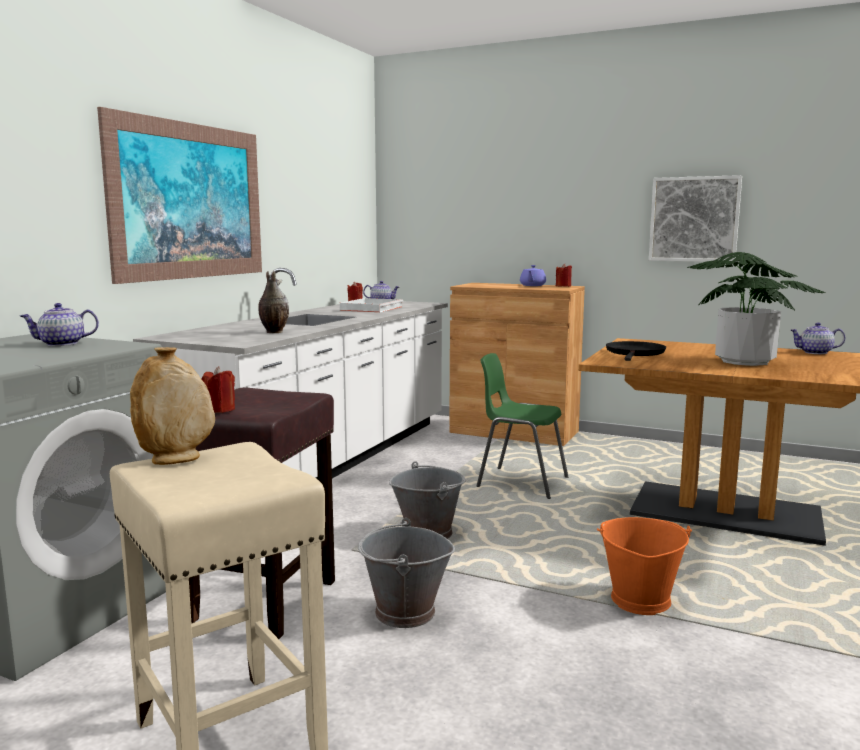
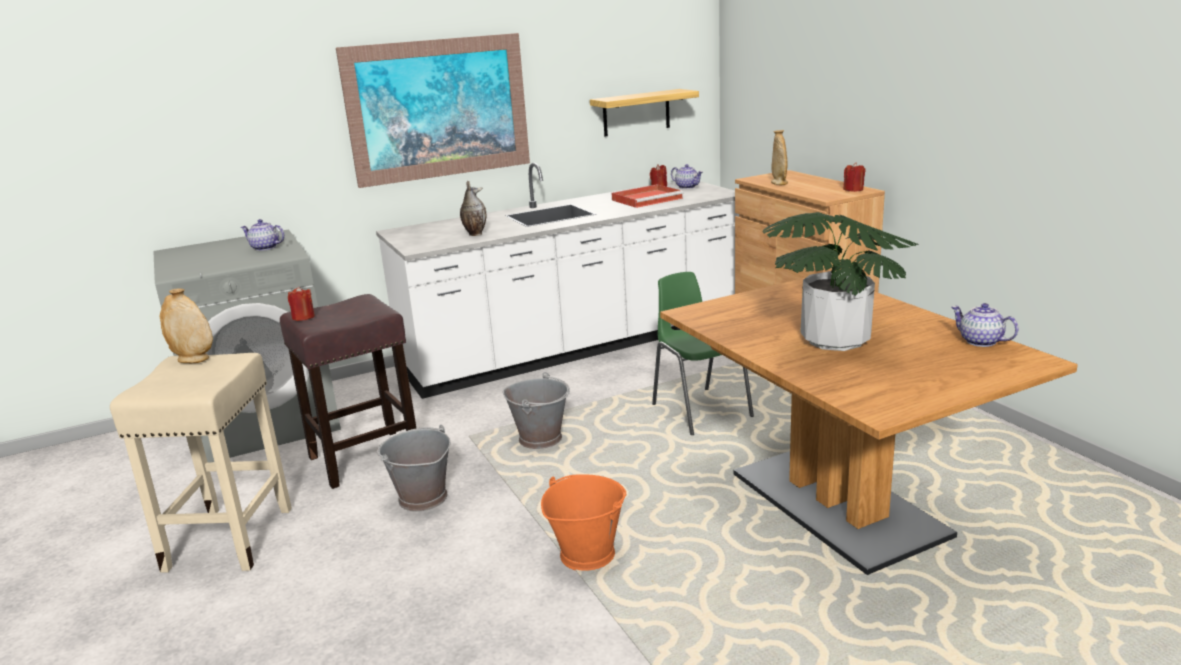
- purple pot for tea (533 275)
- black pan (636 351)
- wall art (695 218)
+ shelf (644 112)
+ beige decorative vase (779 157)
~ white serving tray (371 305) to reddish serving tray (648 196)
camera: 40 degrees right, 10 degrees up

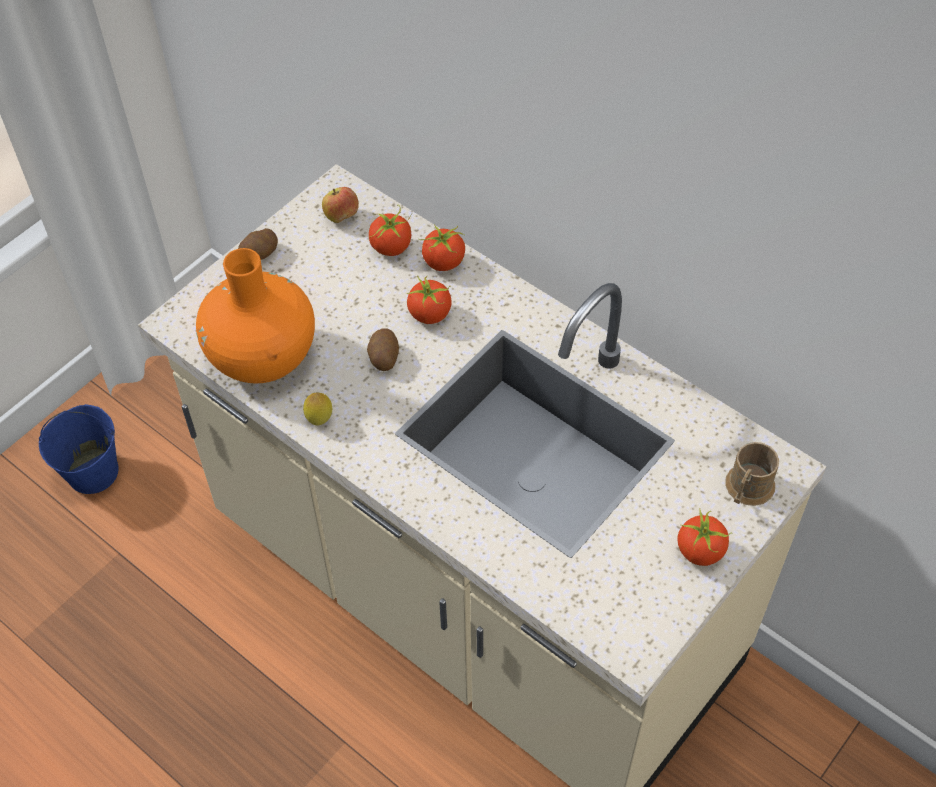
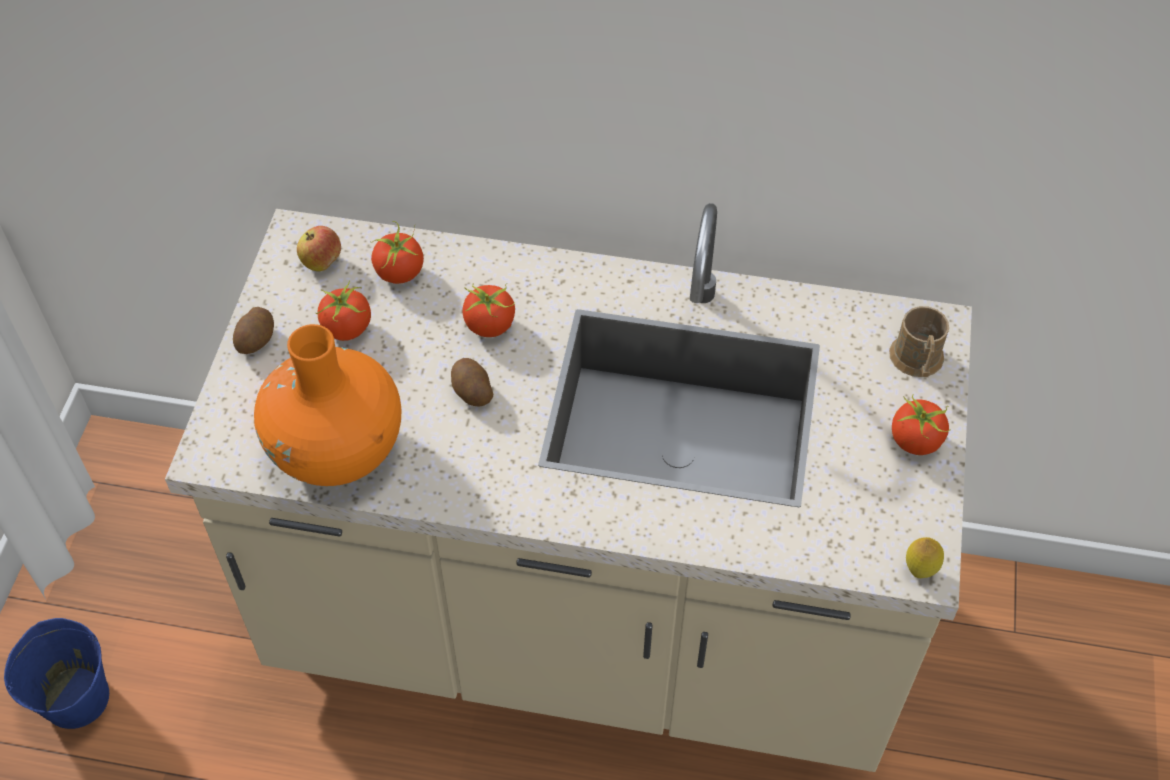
~ citrus fruit (317 409) to (925 557)
~ fresh tomato (441 247) to (343 310)
camera: 30 degrees left, 0 degrees up

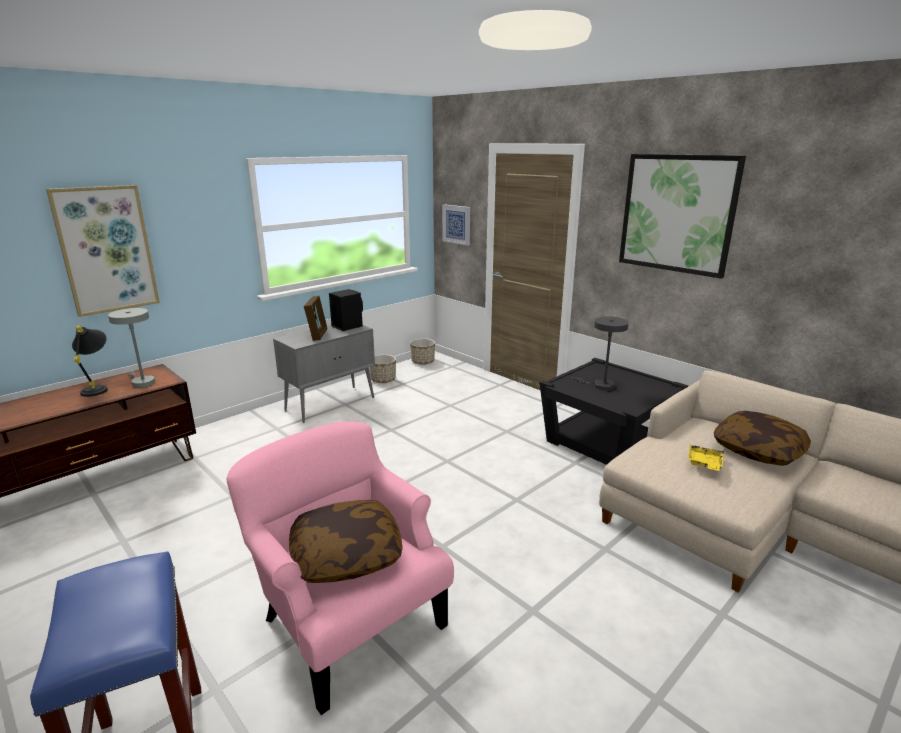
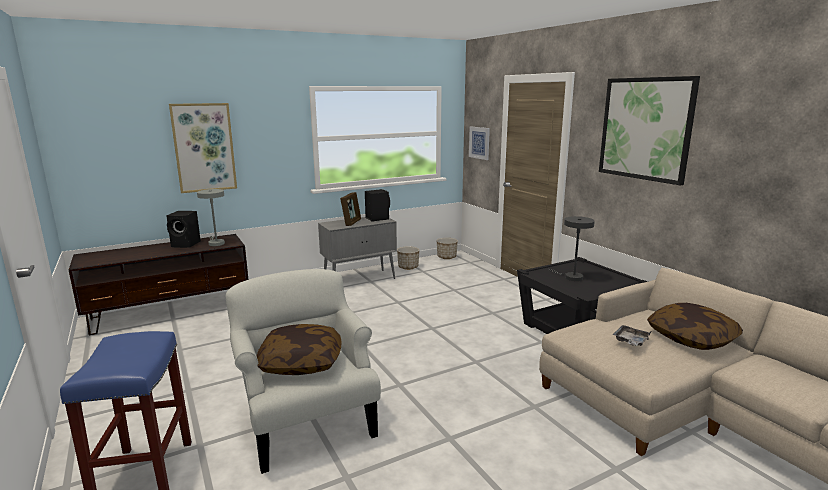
~ black tabletop lamp (90 361) to black loudspeaker (183 229)
~ pink-coloured easy chair (340 568) to white easy chair (303 371)
~ yellowish serving tray (706 458) to gray serving tray (631 335)
camera: 15 degrees right, 5 degrees down

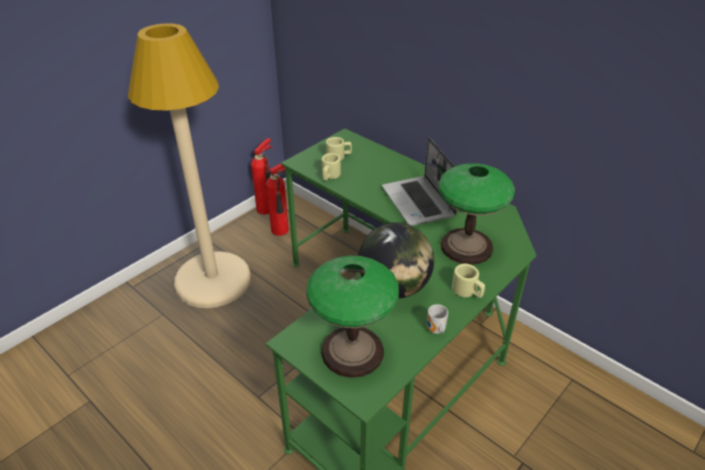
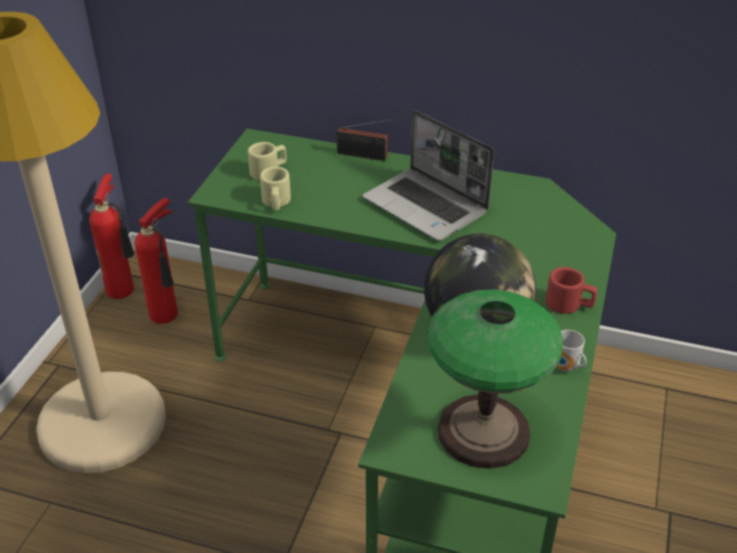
- tabletop lamp (476 214)
+ radio receiver (365 140)
~ beige coffee mug (468 281) to reddish coffee mug (571 290)
camera: 25 degrees left, 0 degrees up

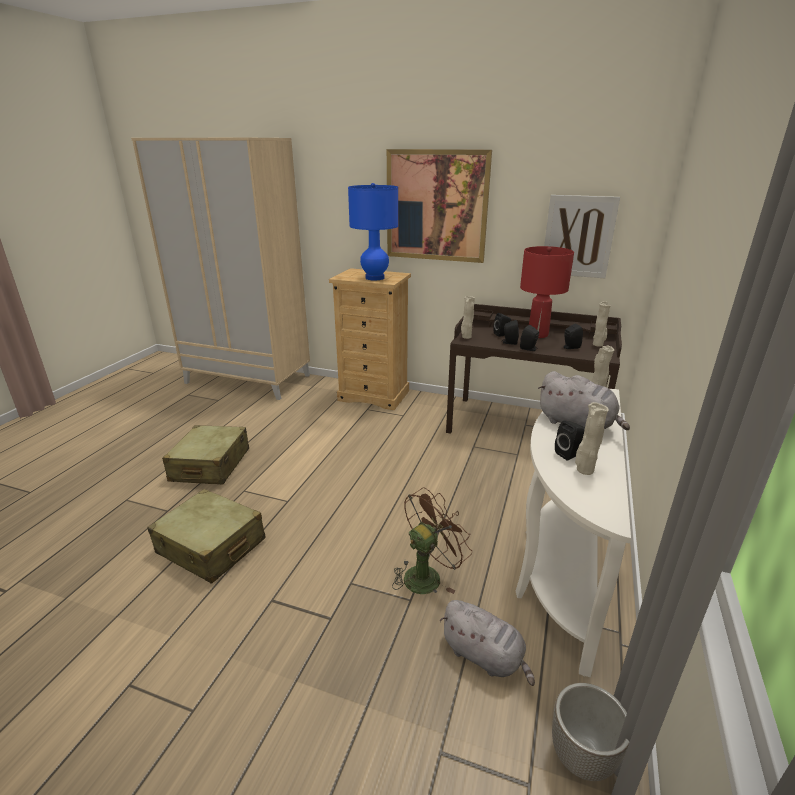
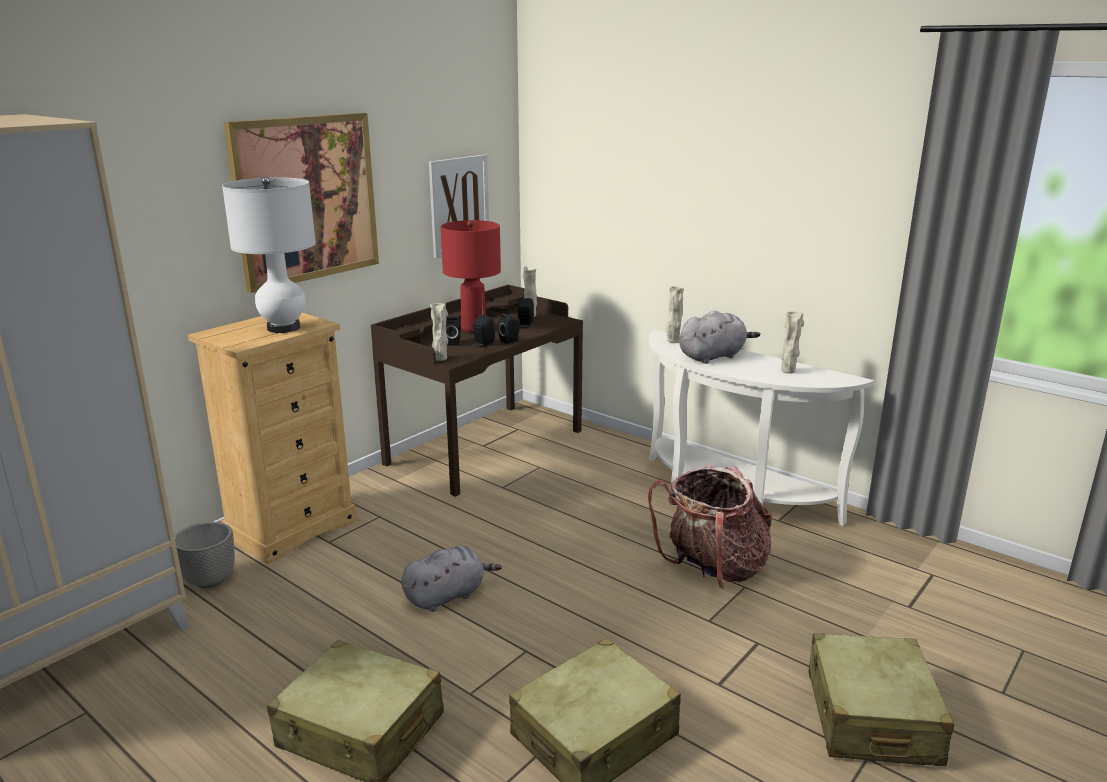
- black loudspeaker (570 441)
+ beige piece of luggage (882 699)
~ gray soft toy (487 643) to (451 579)
~ planter (590 732) to (204 555)
~ brown-coloured fan (432 540) to backpack (710 527)
~ bluish tabletop lamp (373 232) to white tabletop lamp (269 255)
camera: 70 degrees left, 5 degrees down

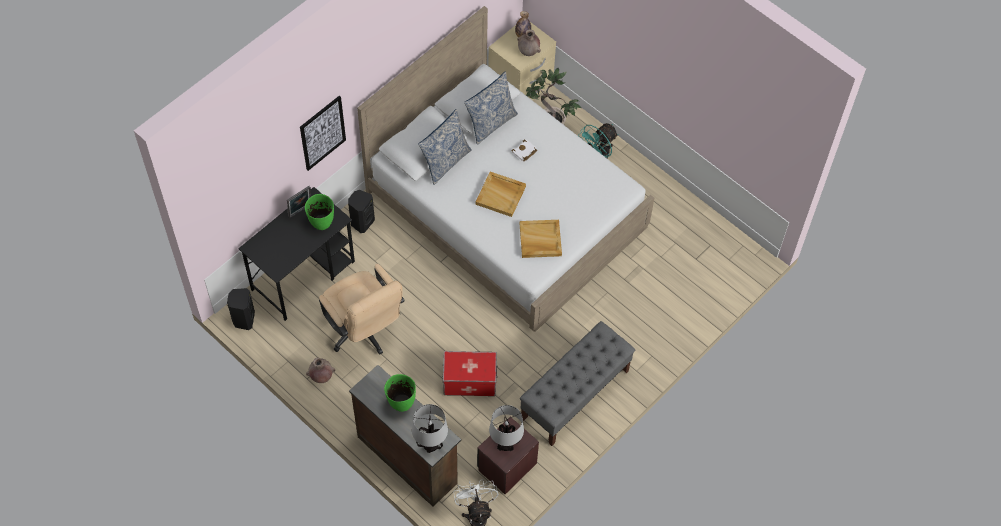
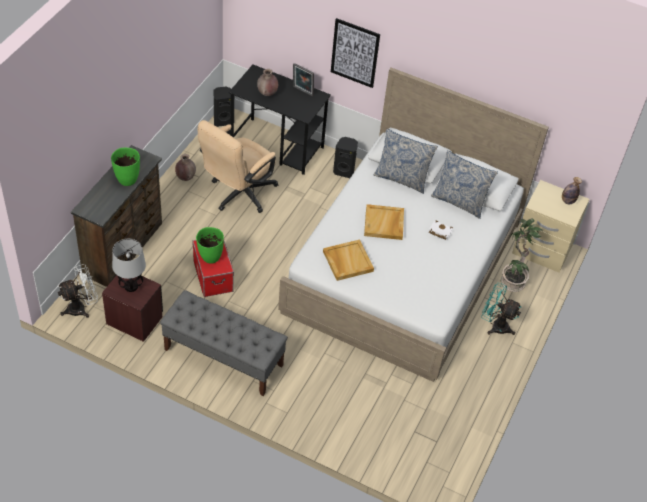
- tabletop lamp (430 428)
~ green-coloured decorative vase (319 212) to (210 245)
~ brown-coloured decorative vase (529 42) to (267 82)
camera: 70 degrees right, 10 degrees down

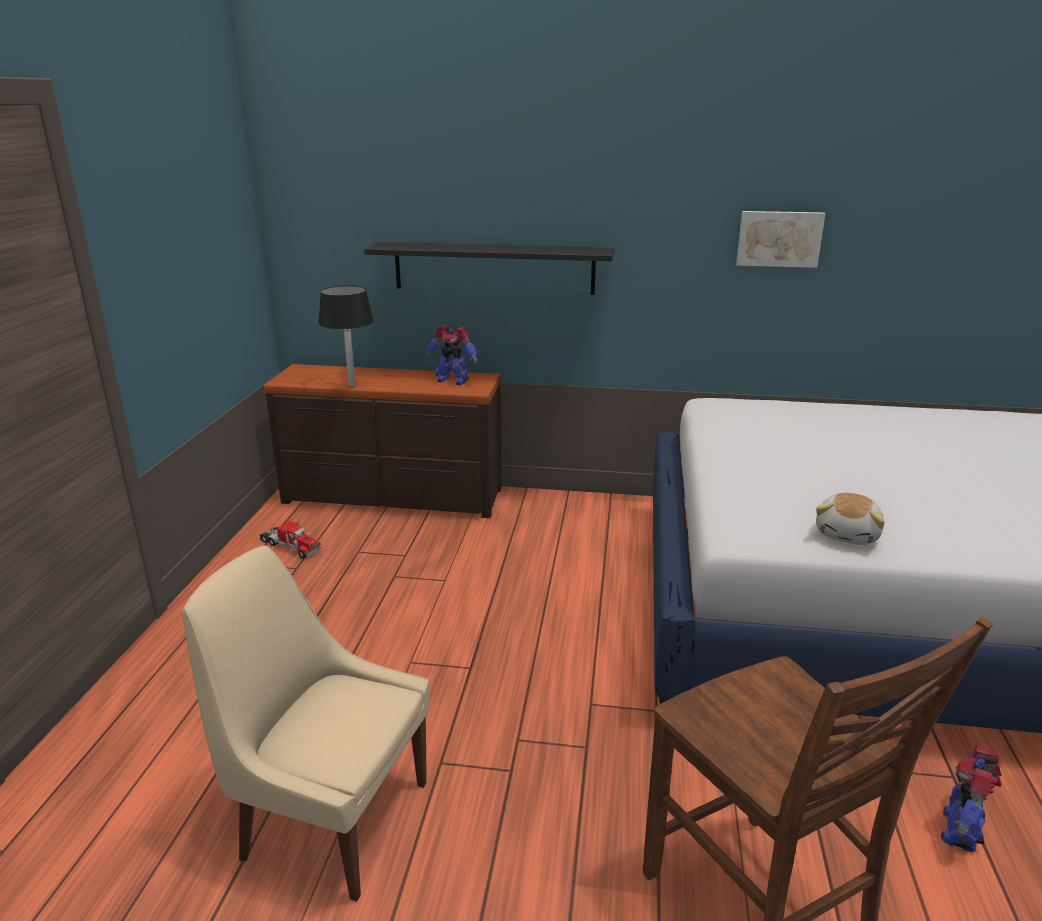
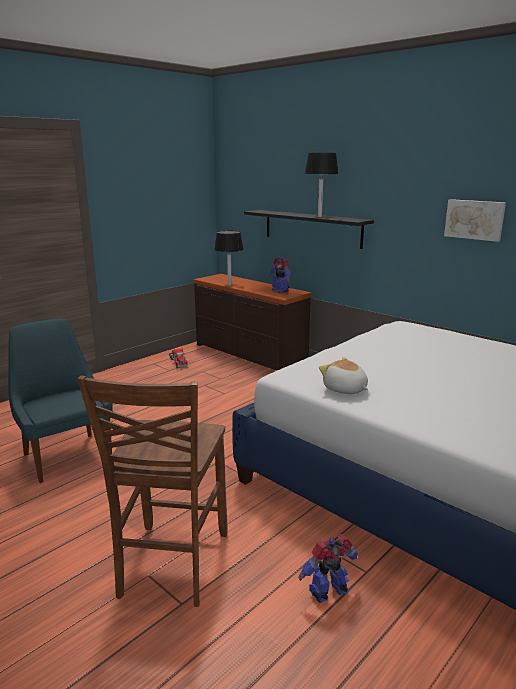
+ black tabletop lamp (321 185)
~ beige upright chair (305 723) to bluish upright chair (60 400)
~ soft toy (850 519) = (343 375) 75 degrees clockwise
camera: 35 degrees right, 5 degrees down

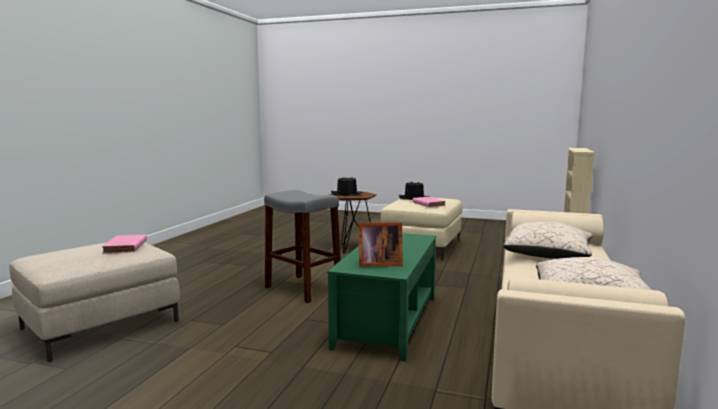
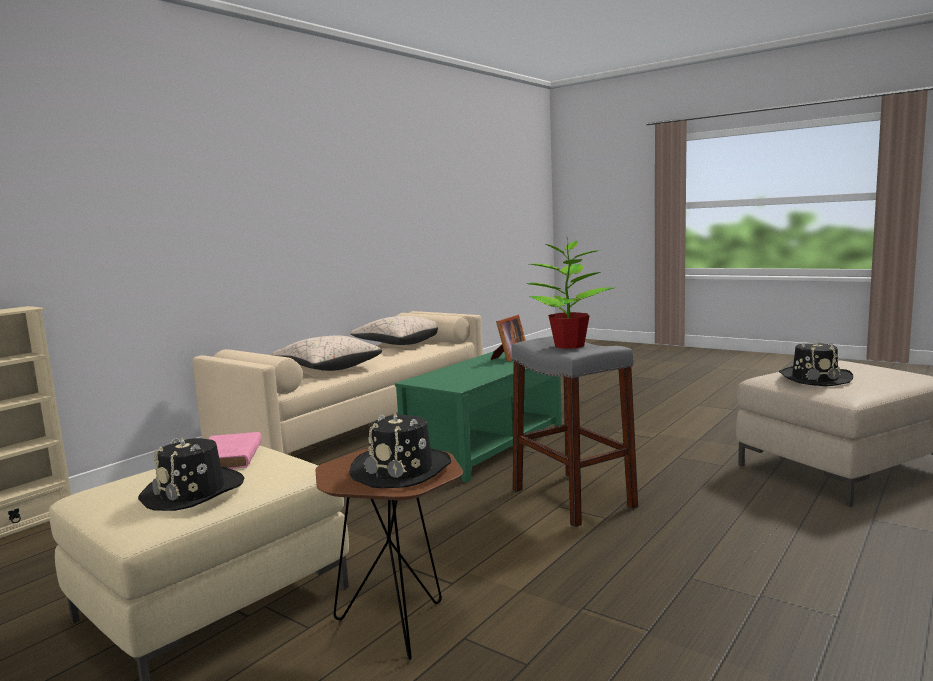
+ houseplant (570 292)
~ pink-coloured volume (124 244) to black hat (816 362)
~ photo frame (381 244) = (508 338) 105 degrees clockwise
camera: 160 degrees left, 0 degrees up

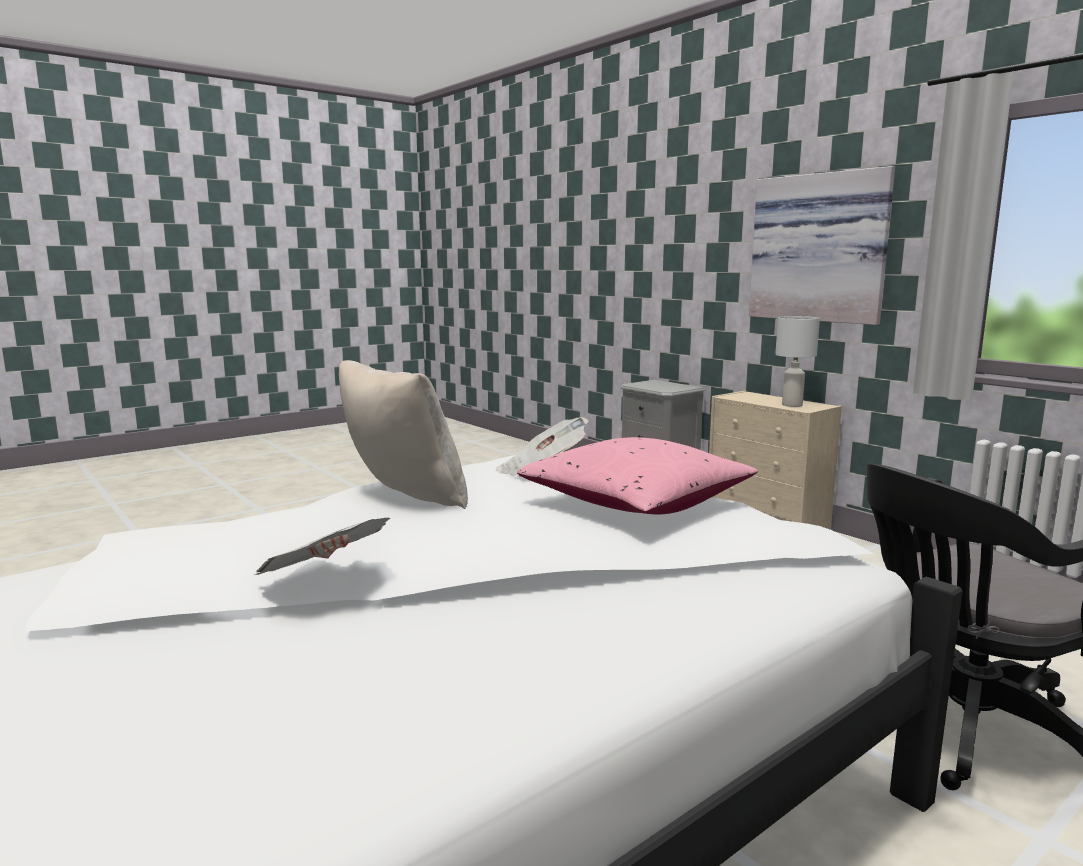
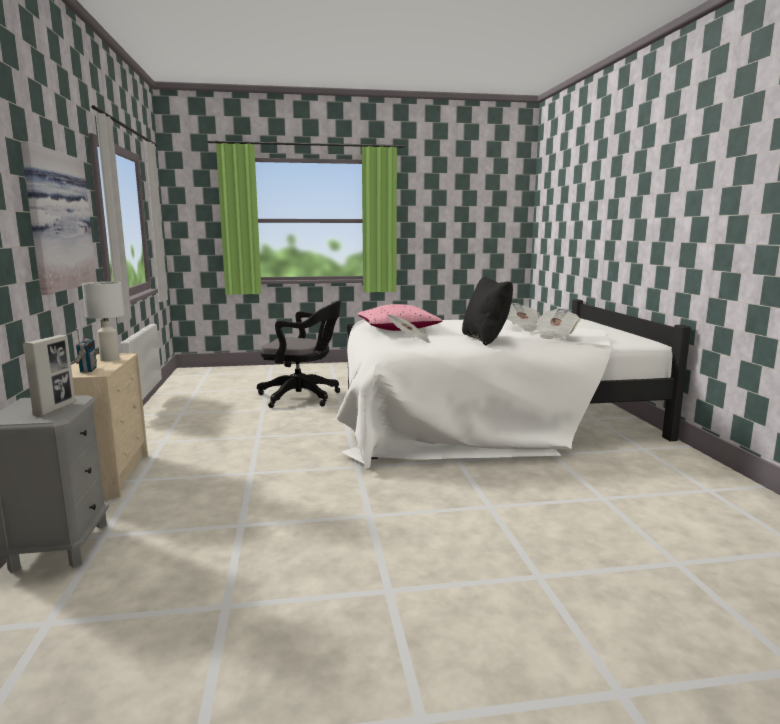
+ photo frame (49 375)
+ radio receiver (86 350)
+ daily paper (558 323)
~ beige cushion (403 434) to black cushion (487 311)
camera: 150 degrees left, 0 degrees up

